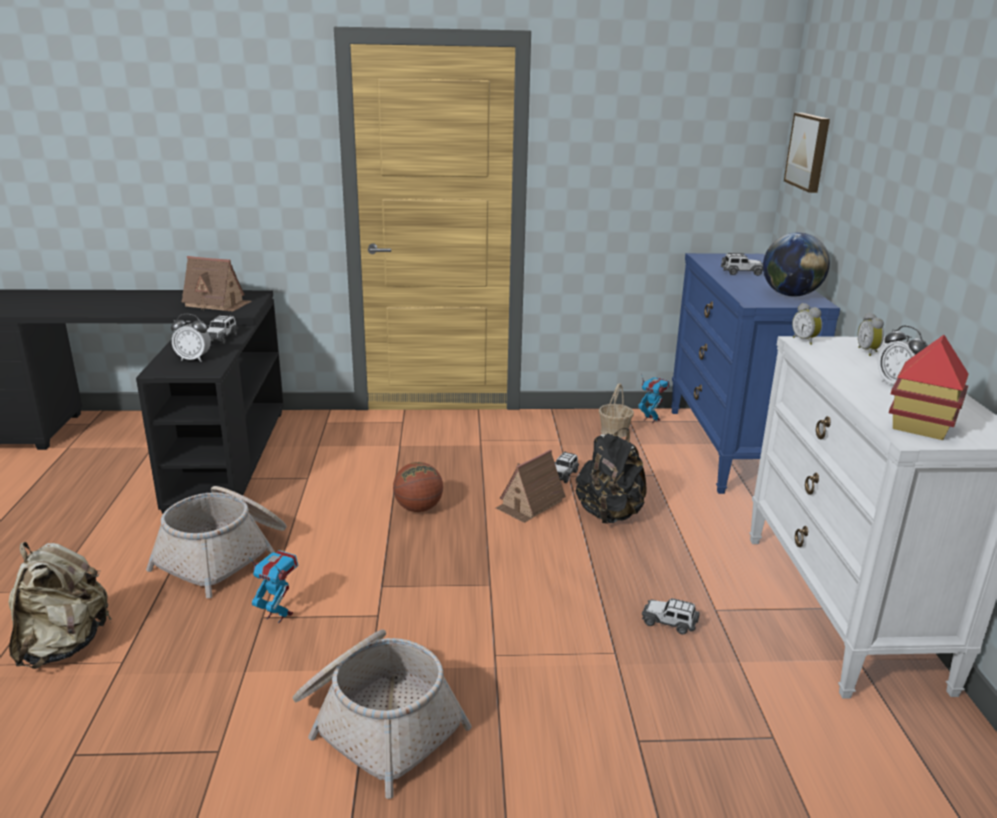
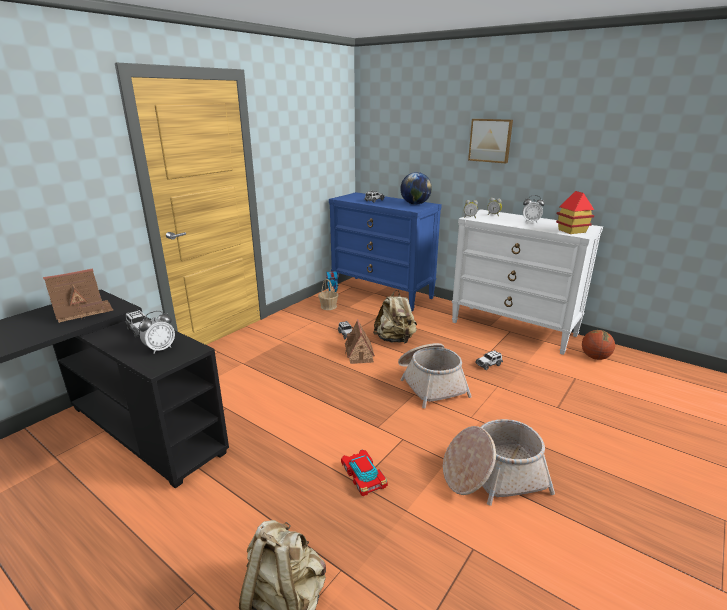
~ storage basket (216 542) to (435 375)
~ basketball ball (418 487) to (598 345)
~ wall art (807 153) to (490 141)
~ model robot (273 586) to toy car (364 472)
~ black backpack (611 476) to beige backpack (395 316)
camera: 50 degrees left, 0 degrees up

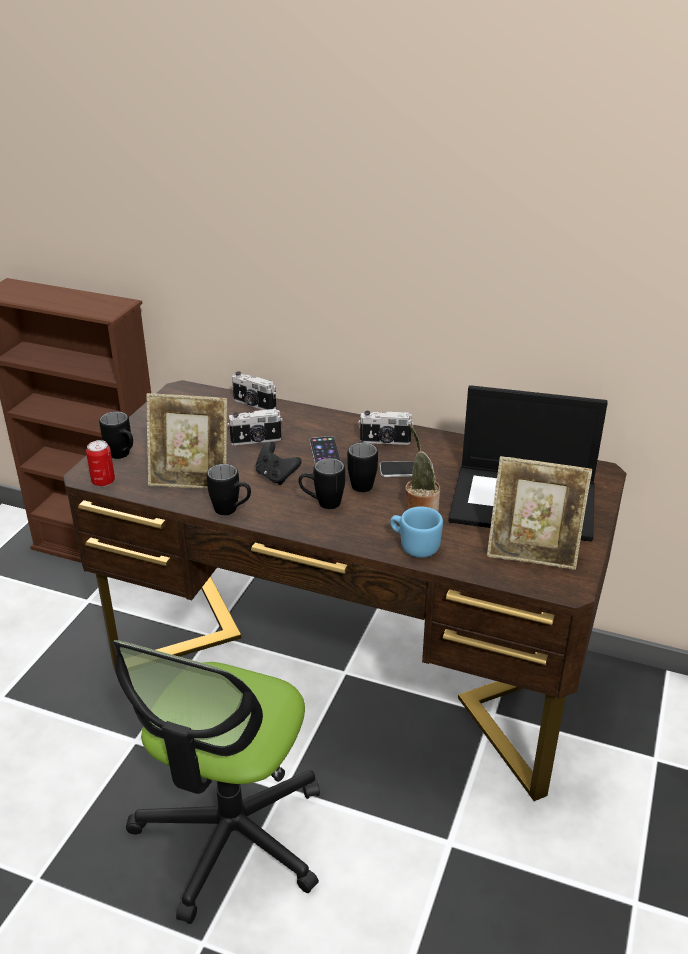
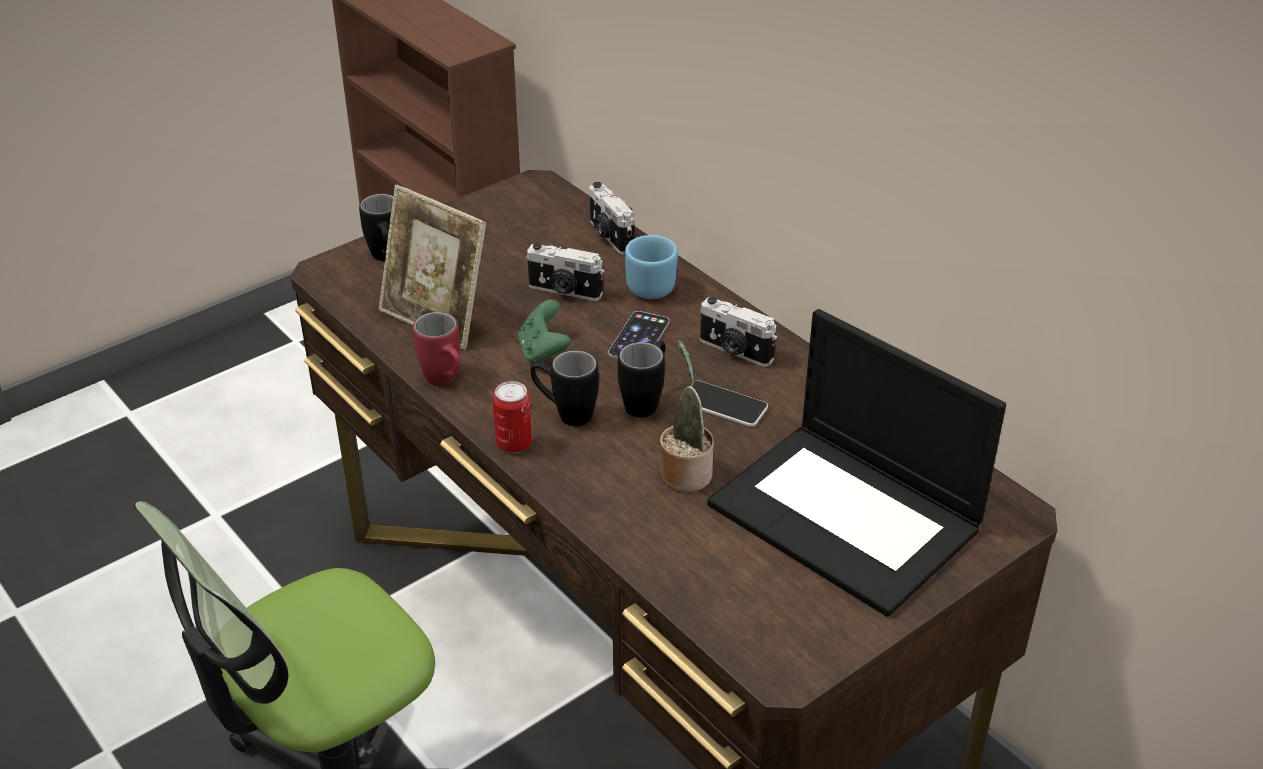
- photo frame (539 513)
~ can (100 463) to (513 417)
~ bluish coffee mug (416 532) to (651 267)
~ black coffee mug (229 489) to reddish coffee mug (437 349)
~ black gamepad (278 463) to green-coloured gamepad (544 331)
camera: 30 degrees right, 5 degrees up

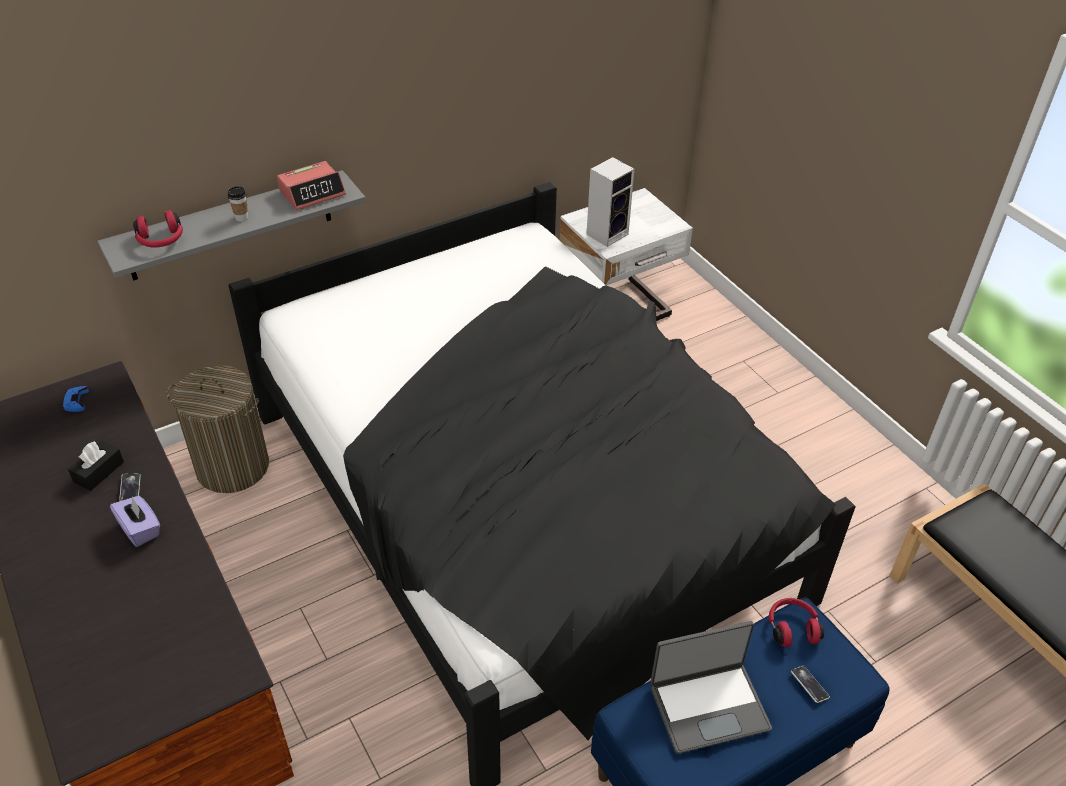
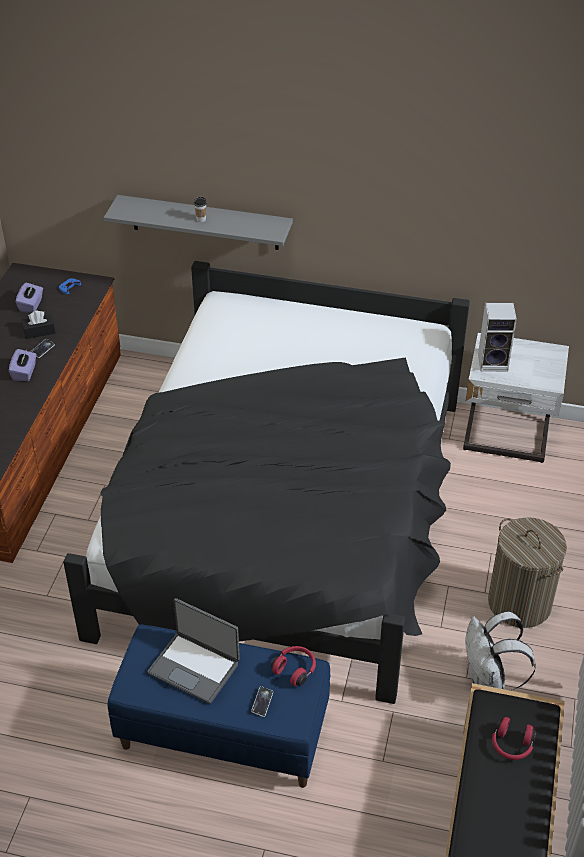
- alarm clock (311 185)
+ purple tissue box (29 298)
+ white backpack (500 651)
~ reddish headphones (158 228) to (514 738)
~ hamper (217 429) to (527 572)
camera: 45 degrees right, 0 degrees up

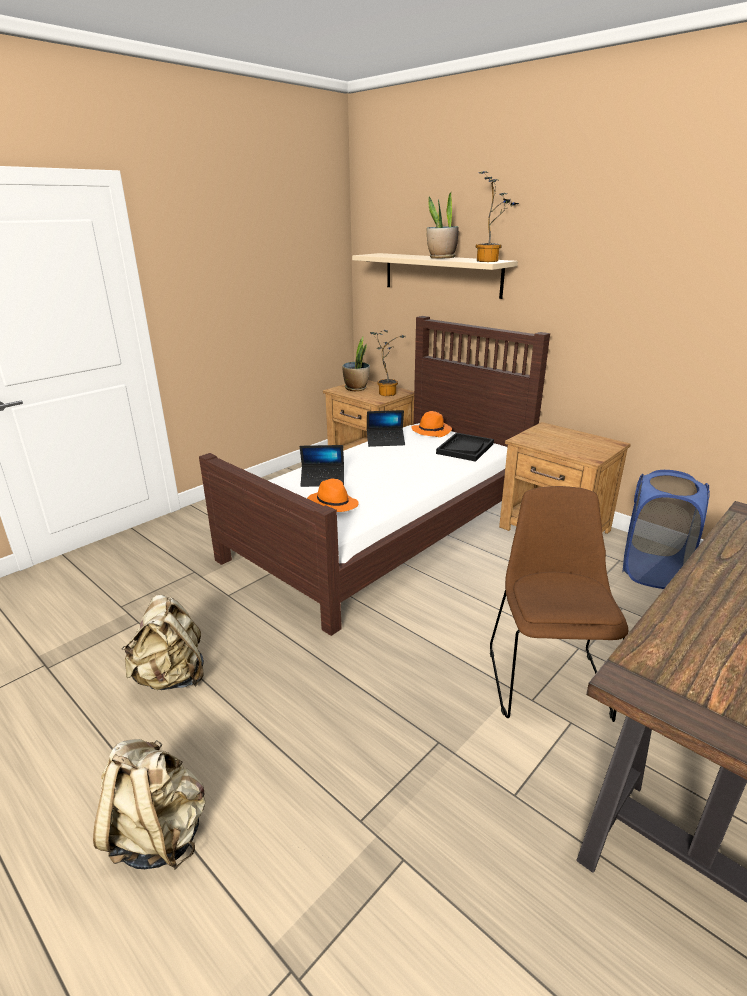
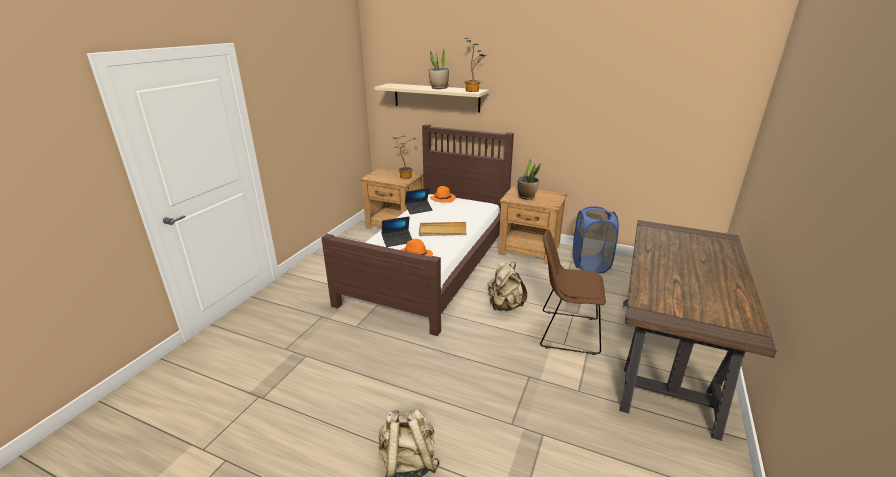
- black serving tray (465 447)
+ beige serving tray (443 229)
~ beige backpack (163 642) to (507 286)
~ houseplant (356 364) to (529 178)
~ brown-coloured upright chair (559 604) = (573 292) 60 degrees counterclockwise
camera: 20 degrees left, 0 degrees up

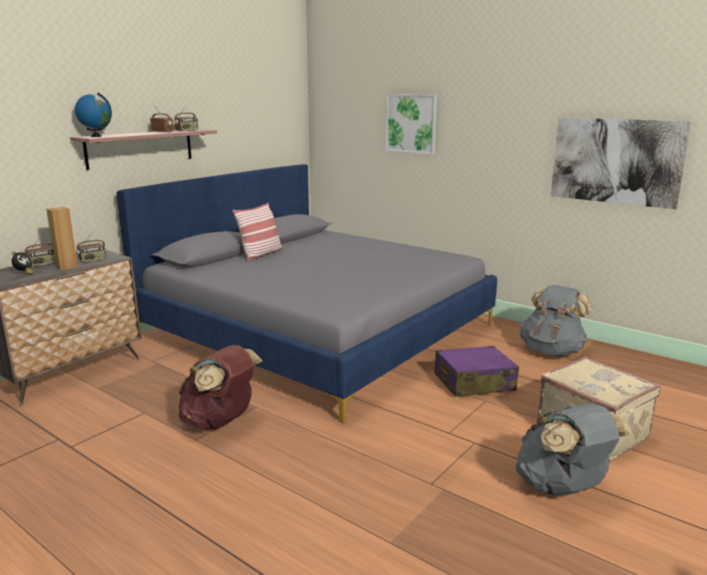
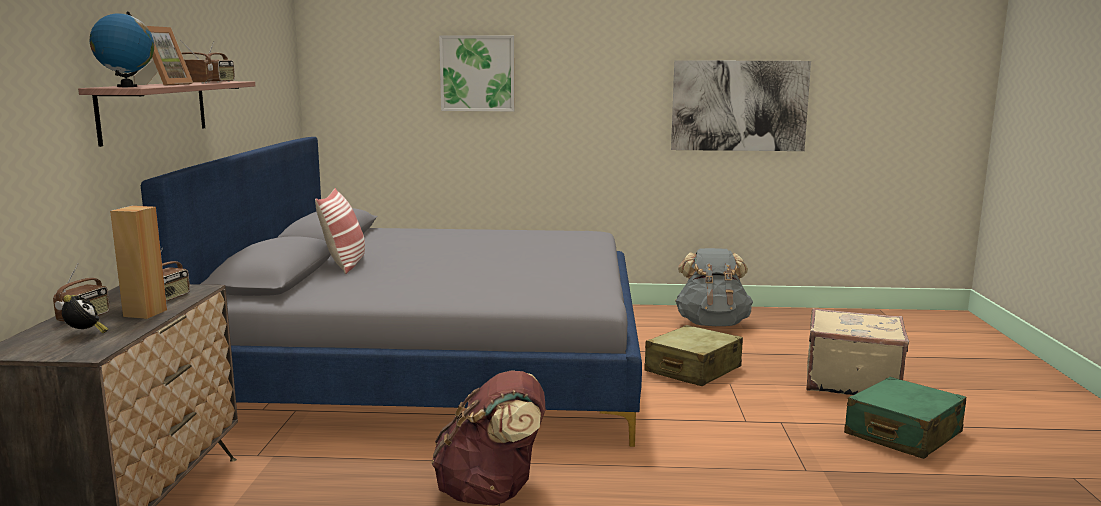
+ photo frame (163 56)
~ gray backpack (574 450) to green-coloured piece of luggage (905 418)
~ purple piece of luggage (476 371) to beige piece of luggage (693 355)
camera: 35 degrees left, 5 degrees down

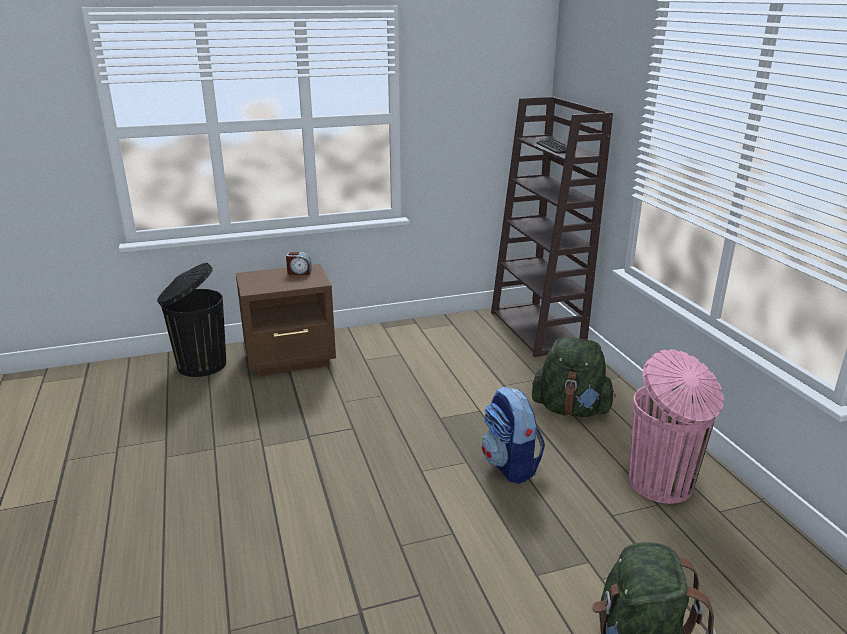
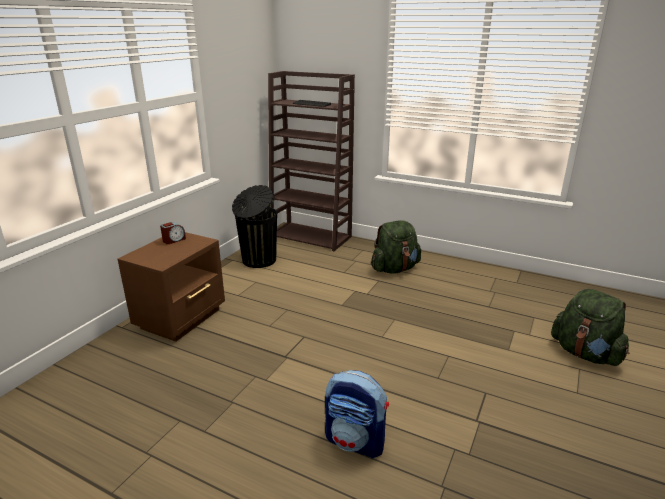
- pink-coloured rubbish bin (676 426)
~ black rubbish bin (191 320) to (254 226)
~ backpack (513 435) to (357 414)
camera: 45 degrees left, 0 degrees up

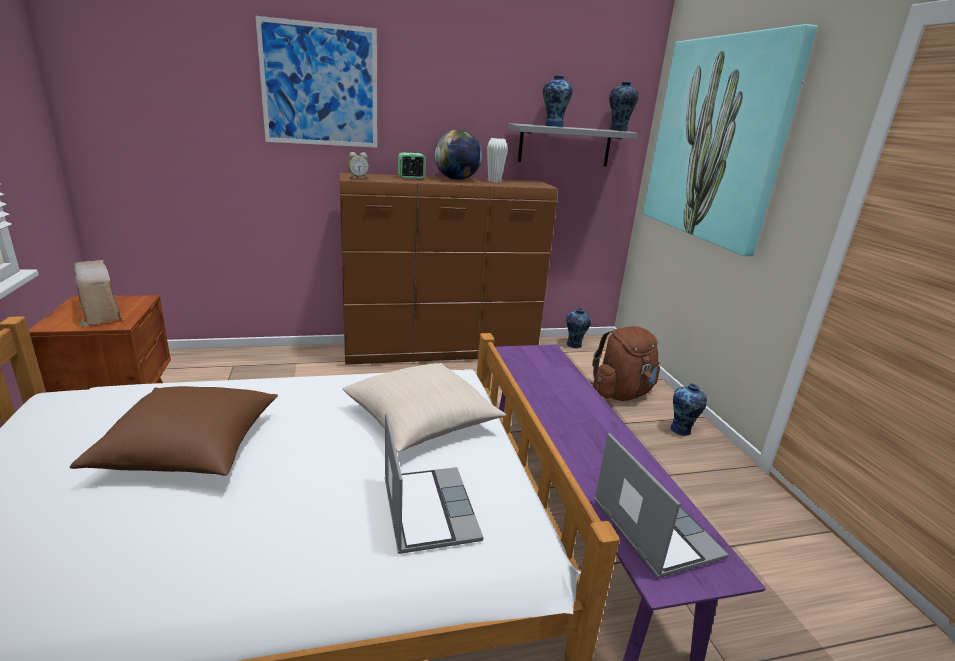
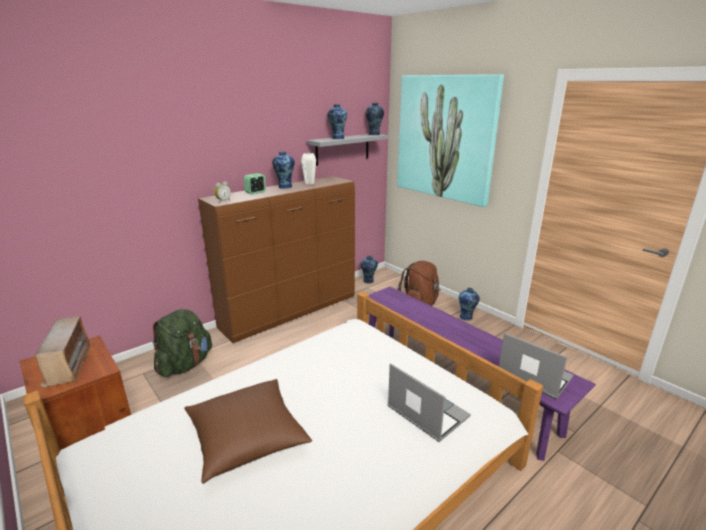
- wall art (316 82)
- beige cushion (424 407)
+ green-coloured backpack (182 343)
~ globe (458 155) to decorative vase (283 170)
~ radio receiver (98 293) = (64 351) 45 degrees clockwise
camera: 25 degrees left, 0 degrees up

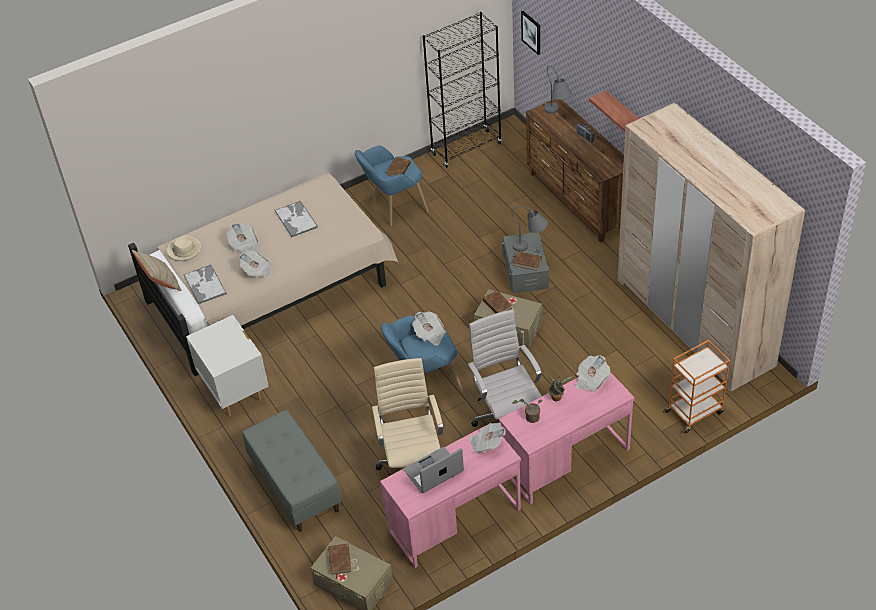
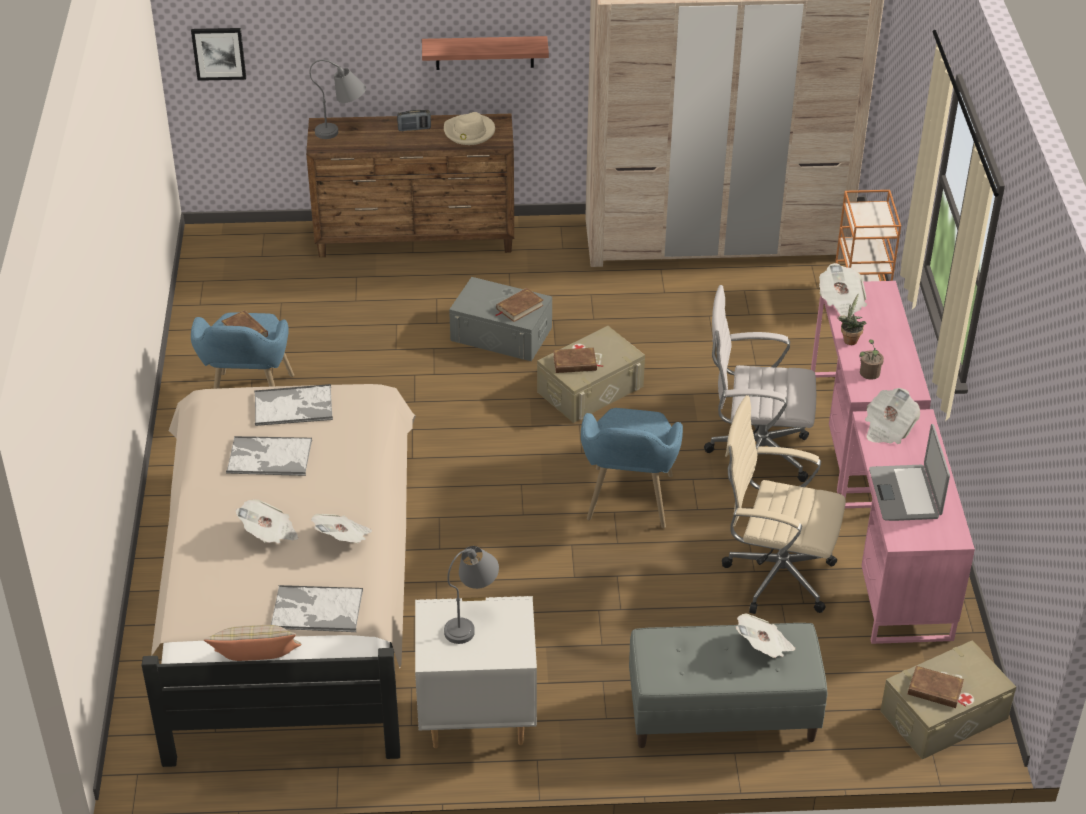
- black bookcase (462 90)
+ serving tray (293 405)
~ beige hat (184 248) to (469 128)
~ daily paper (429 329) to (765 635)
~ gray tabletop lamp (530 229) to (471 595)
camera: 65 degrees left, 5 degrees down

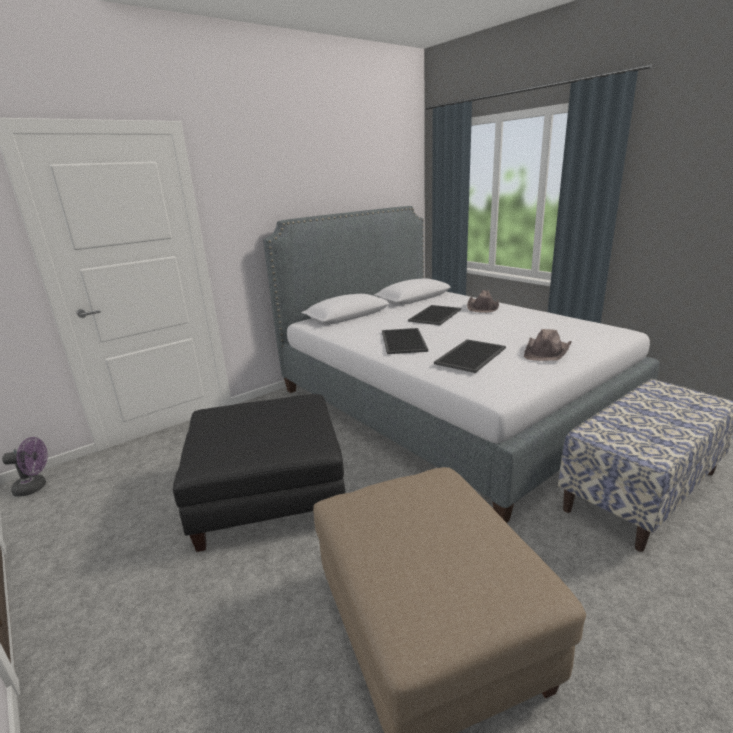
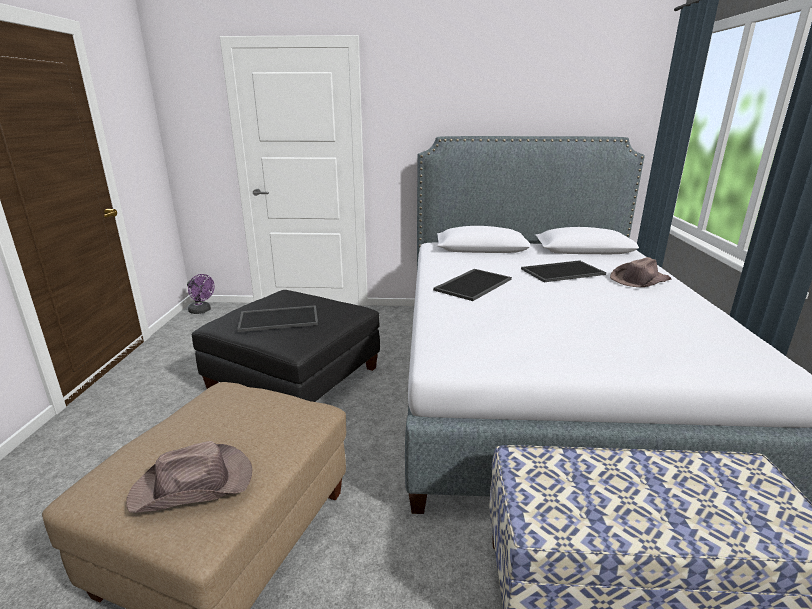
~ serving tray (470 356) to (277 318)
~ brown-coloured hat (548 345) to (189 477)
camera: 40 degrees right, 0 degrees up

